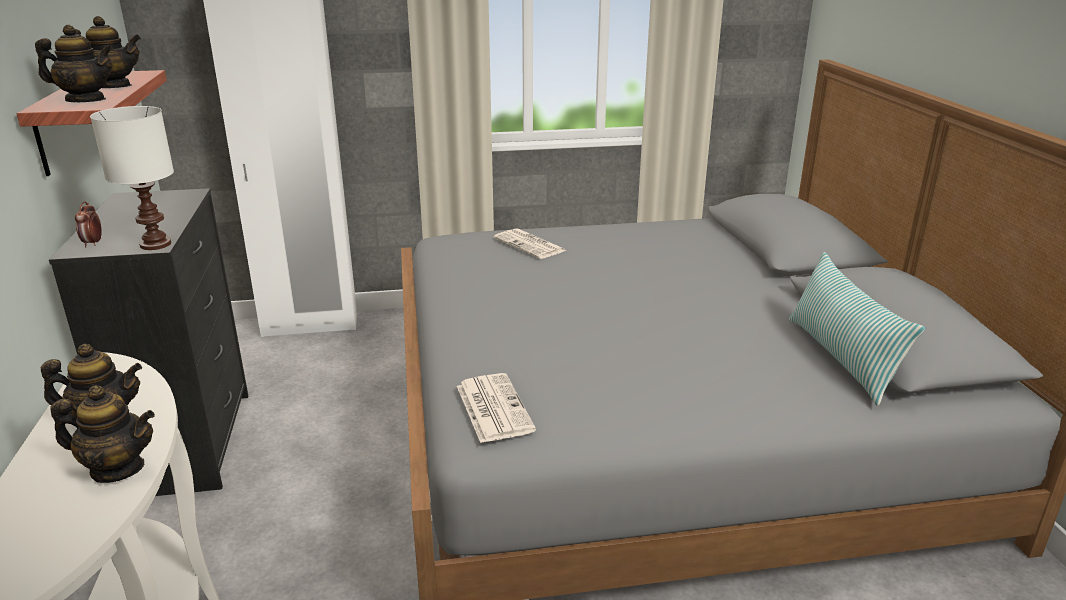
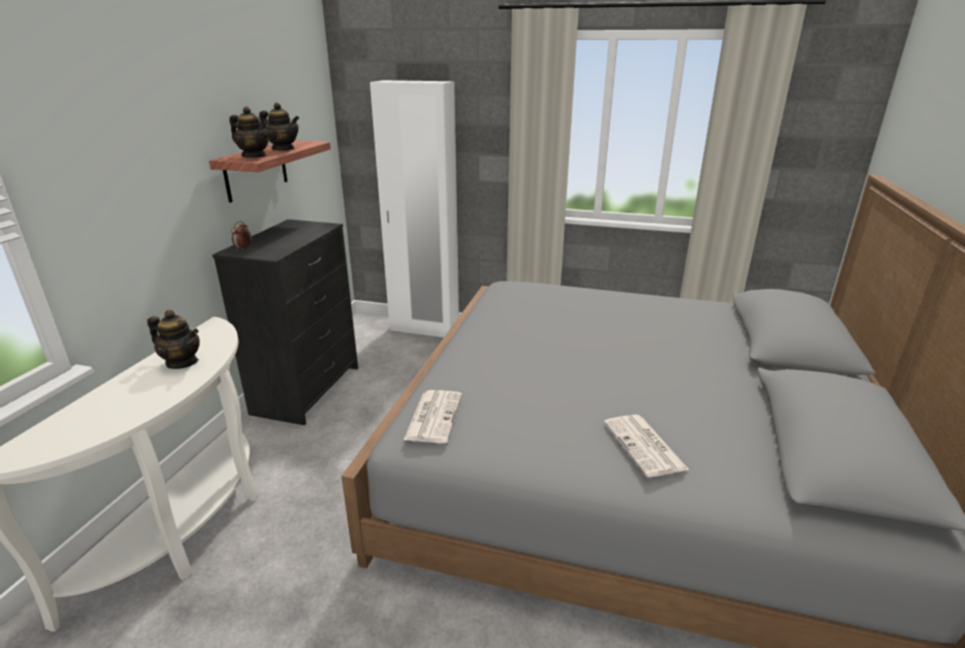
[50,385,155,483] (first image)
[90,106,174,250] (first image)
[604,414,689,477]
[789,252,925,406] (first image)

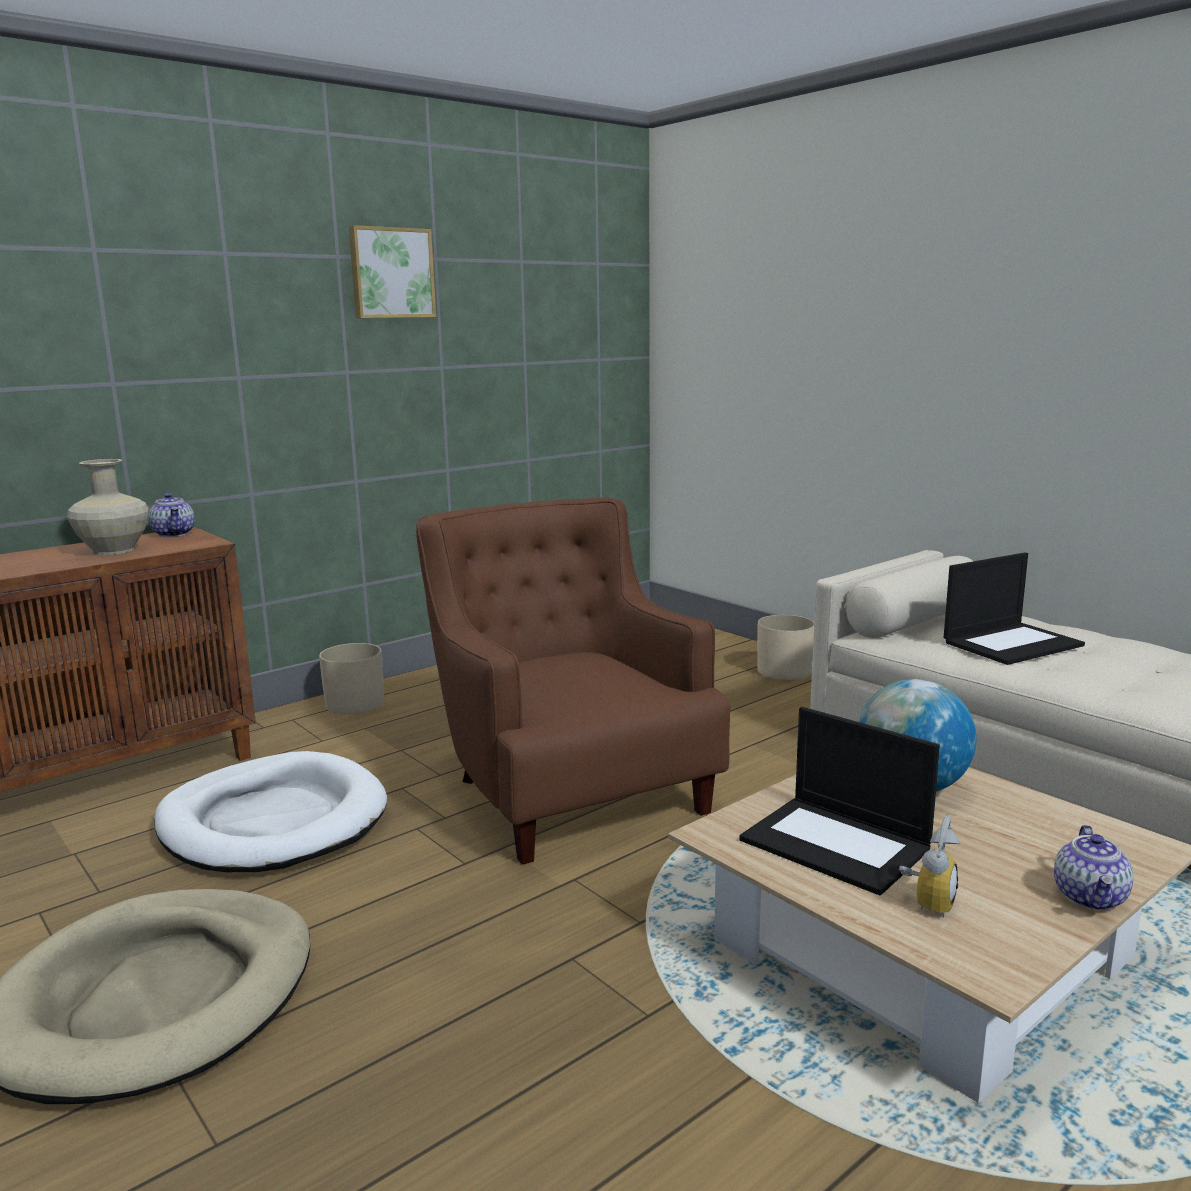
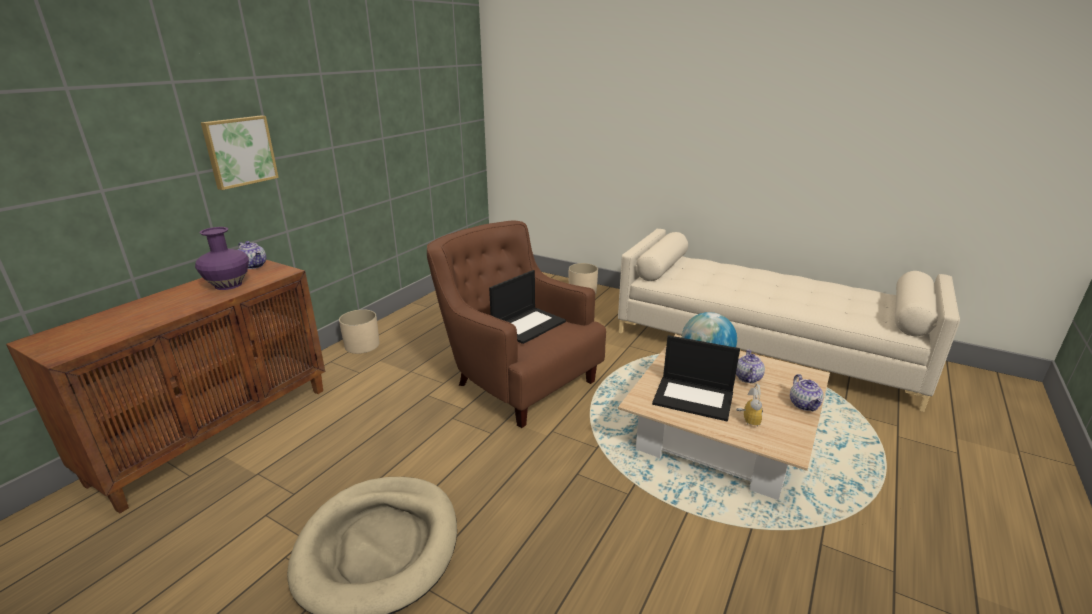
[195,227,249,290]
[154,751,387,872] (first image)
[201,115,279,190]
[489,270,566,344]
[736,349,765,383]

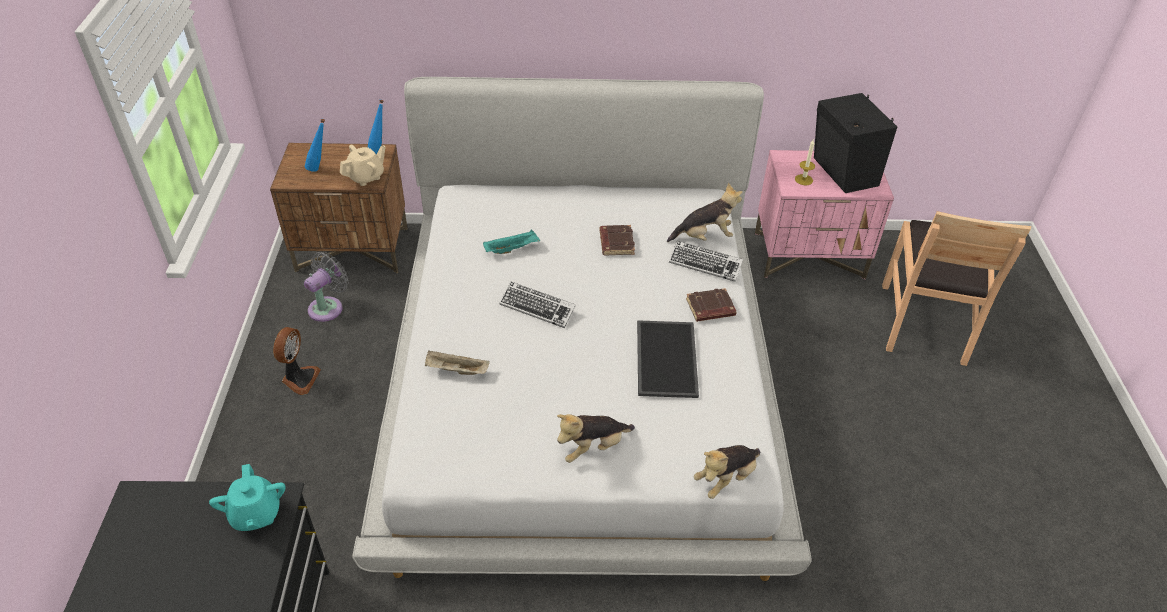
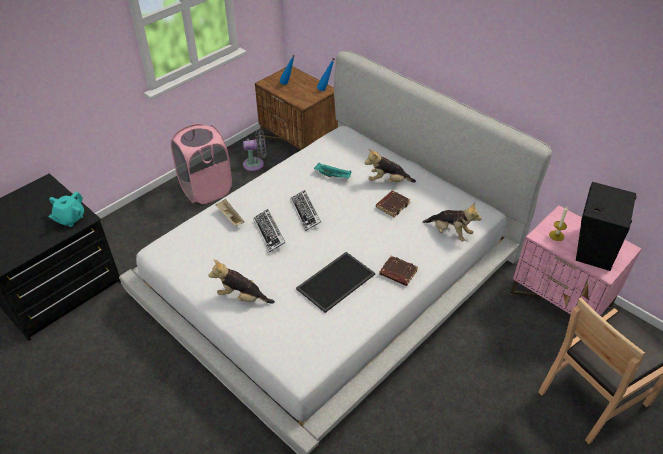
[171,124,232,204]
[340,145,386,186] (first image)
[253,209,286,253]
[365,149,416,182]

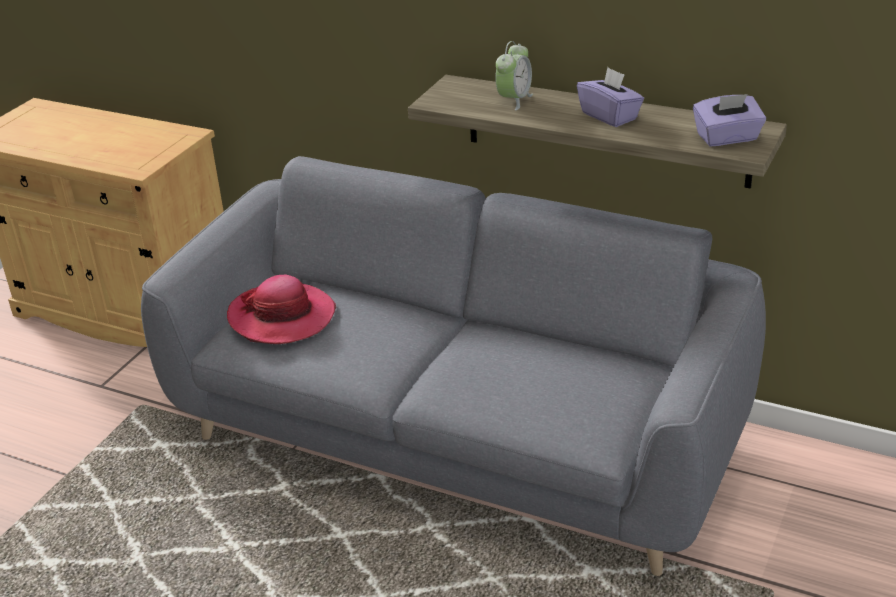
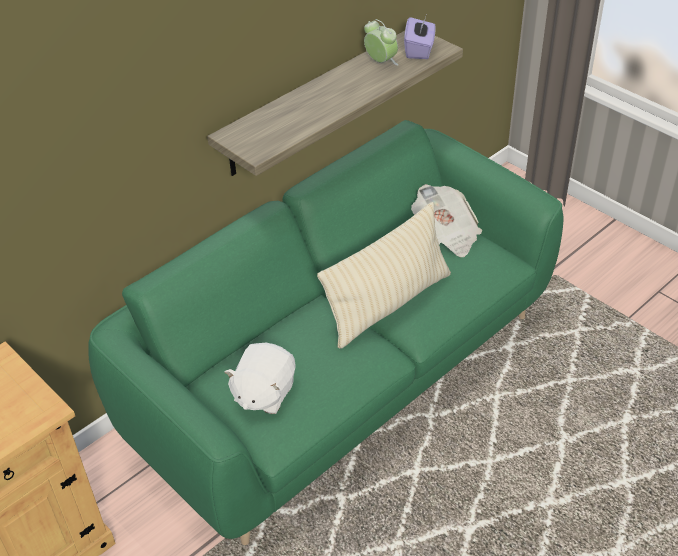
[88,120,564,545]
[225,343,296,414]
[364,19,398,66]
[577,67,644,127] (first image)
[317,202,451,349]
[411,184,482,257]

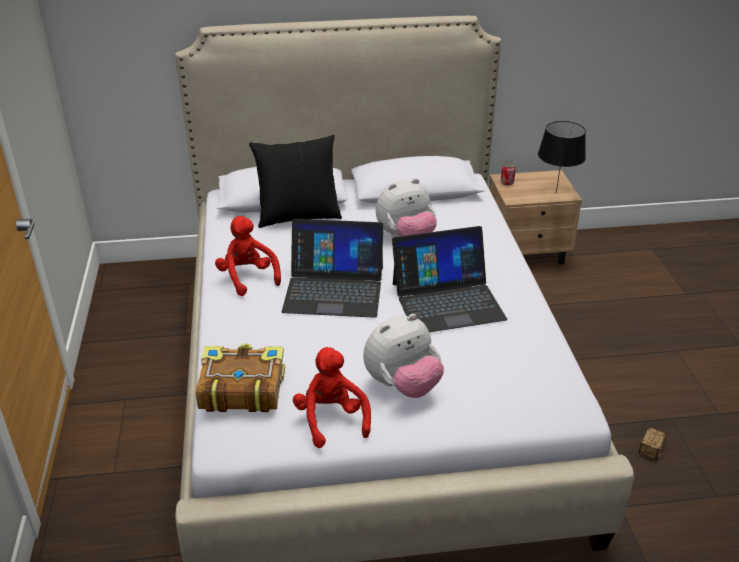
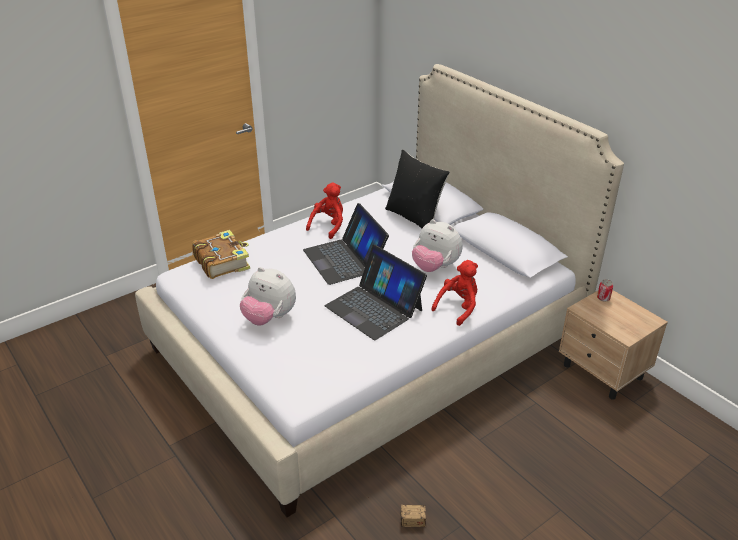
[431,260,478,326]
[538,121,586,193] (first image)

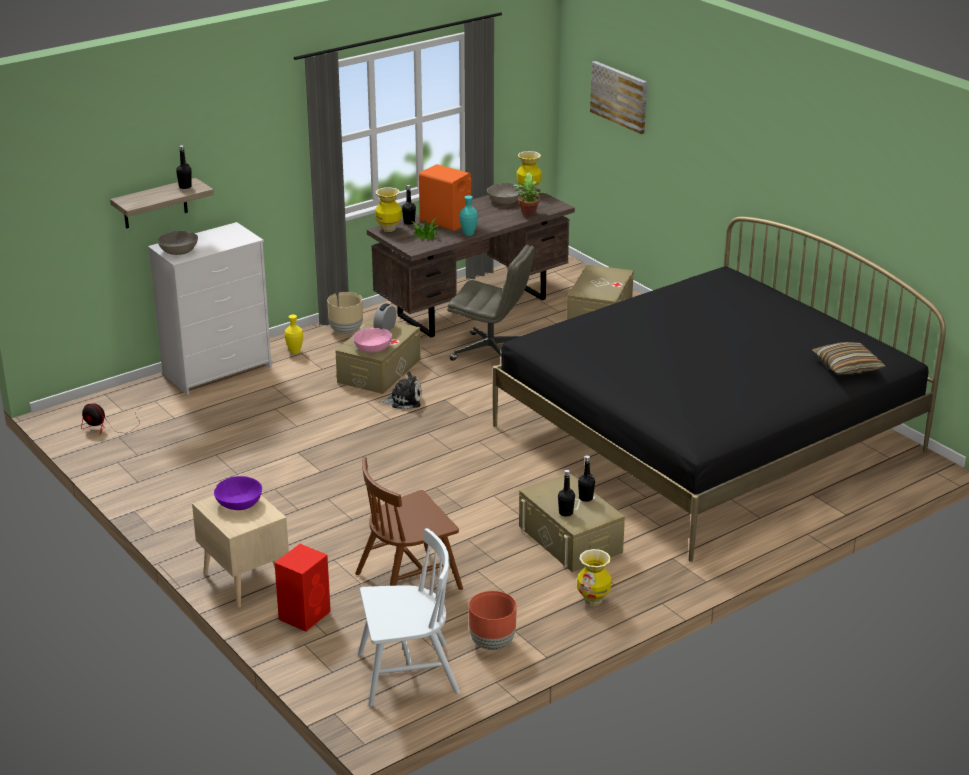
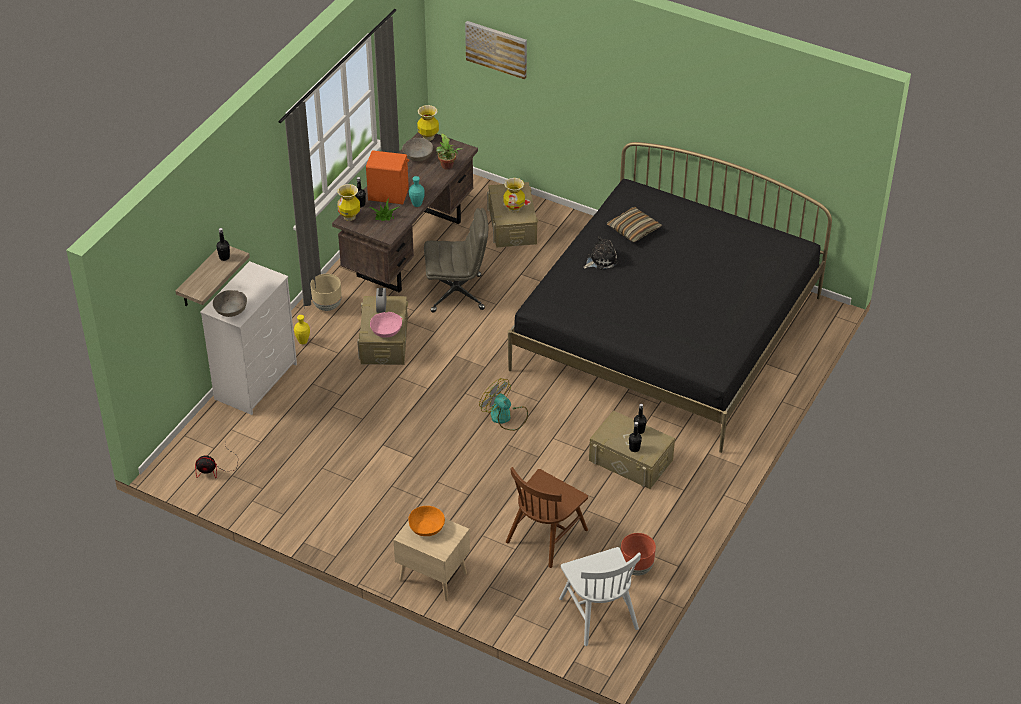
[408,506,445,536]
[275,544,331,632] (first image)
[559,547,641,646]
[583,236,618,270]
[503,178,525,213]
[607,207,662,243]
[479,378,528,431]

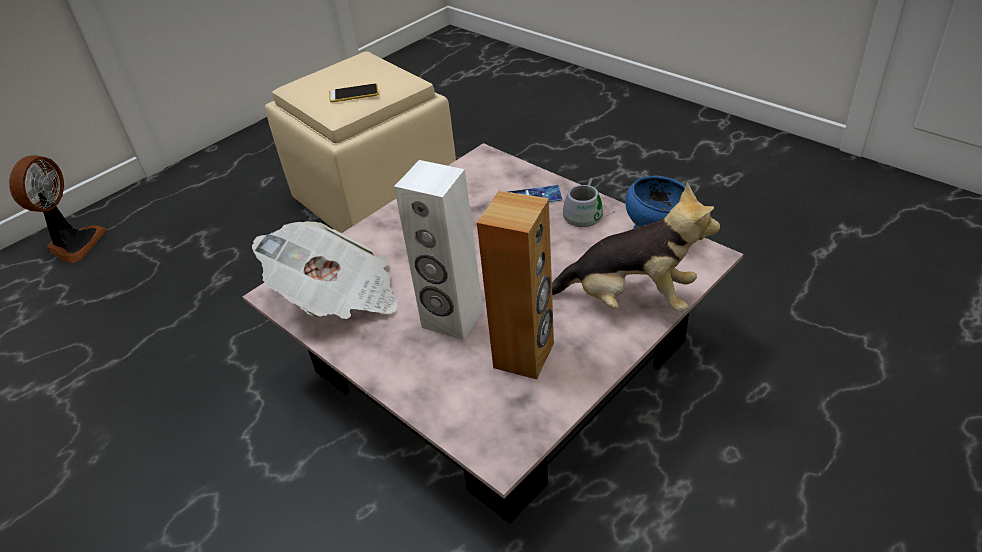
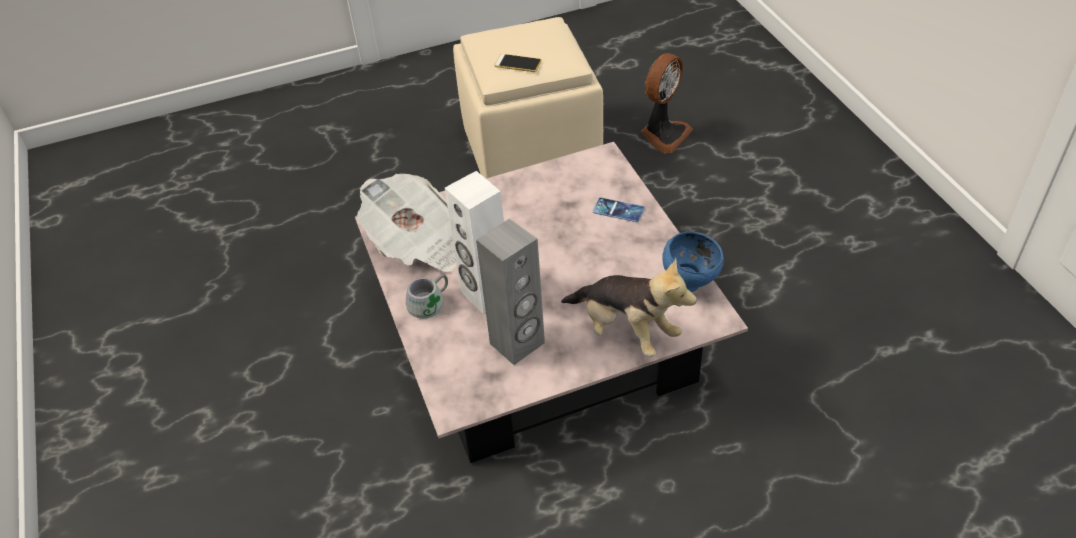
[641,53,694,153]
[476,219,545,365]
[406,274,454,319]

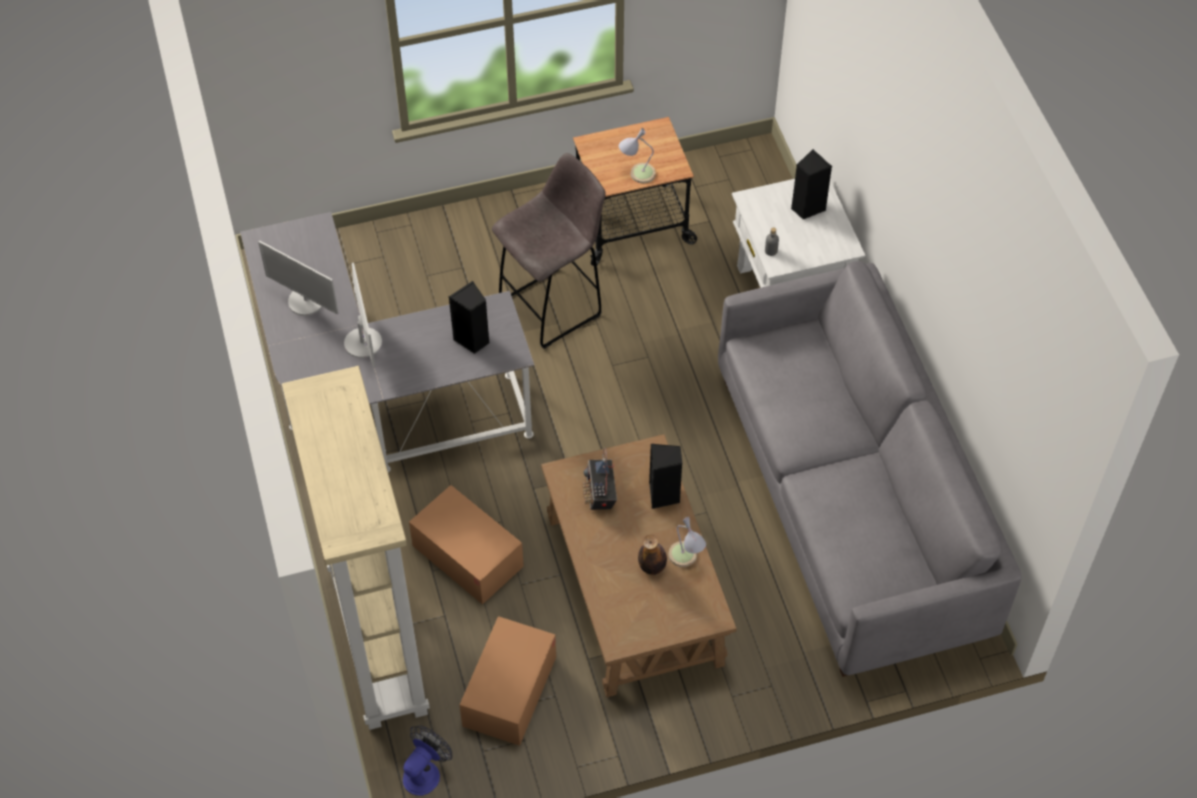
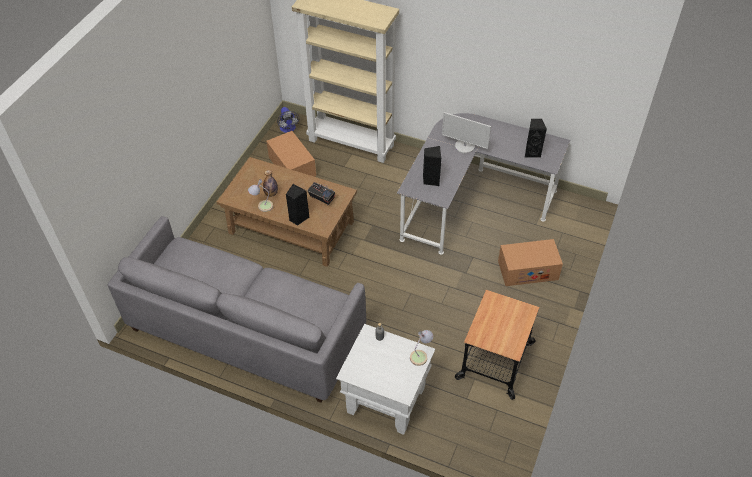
[258,240,338,316] (first image)
[498,239,563,286]
[492,153,606,349] (first image)
[410,330,433,366]
[525,119,547,158]

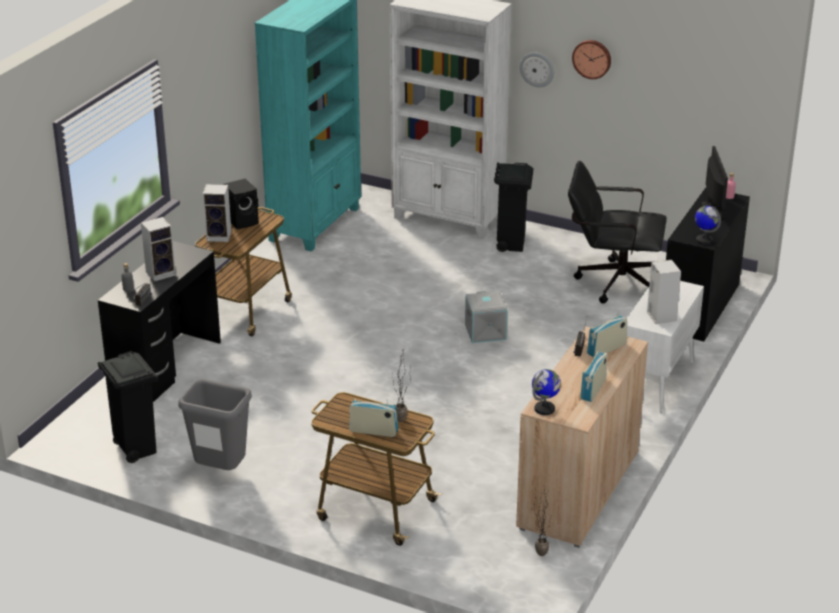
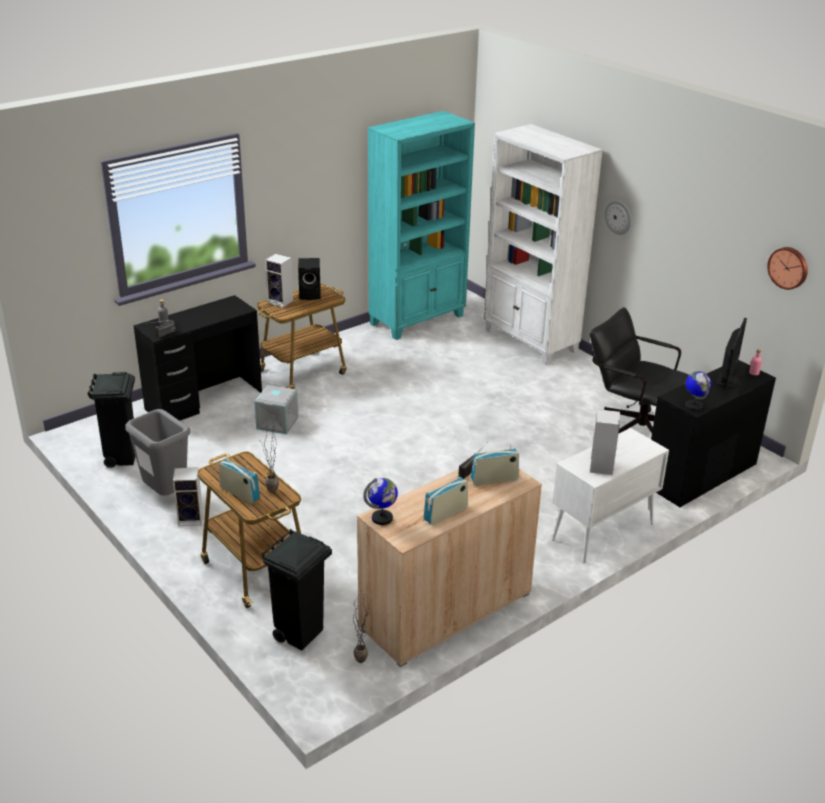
[173,467,203,526]
[254,385,299,434]
[261,529,332,650]
[767,247,808,290]

